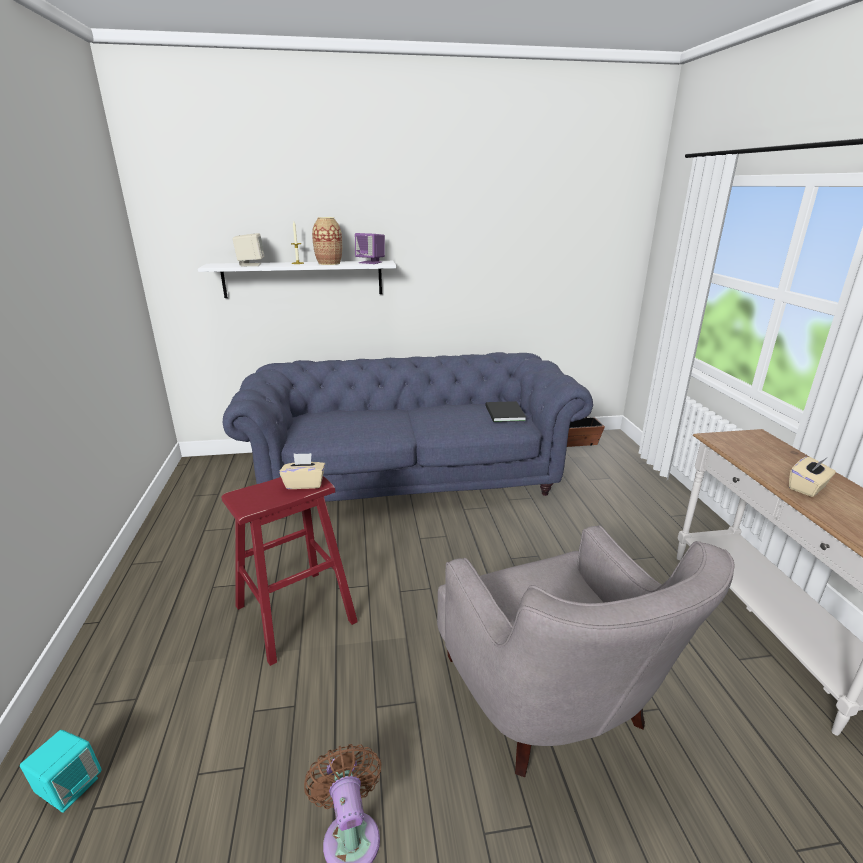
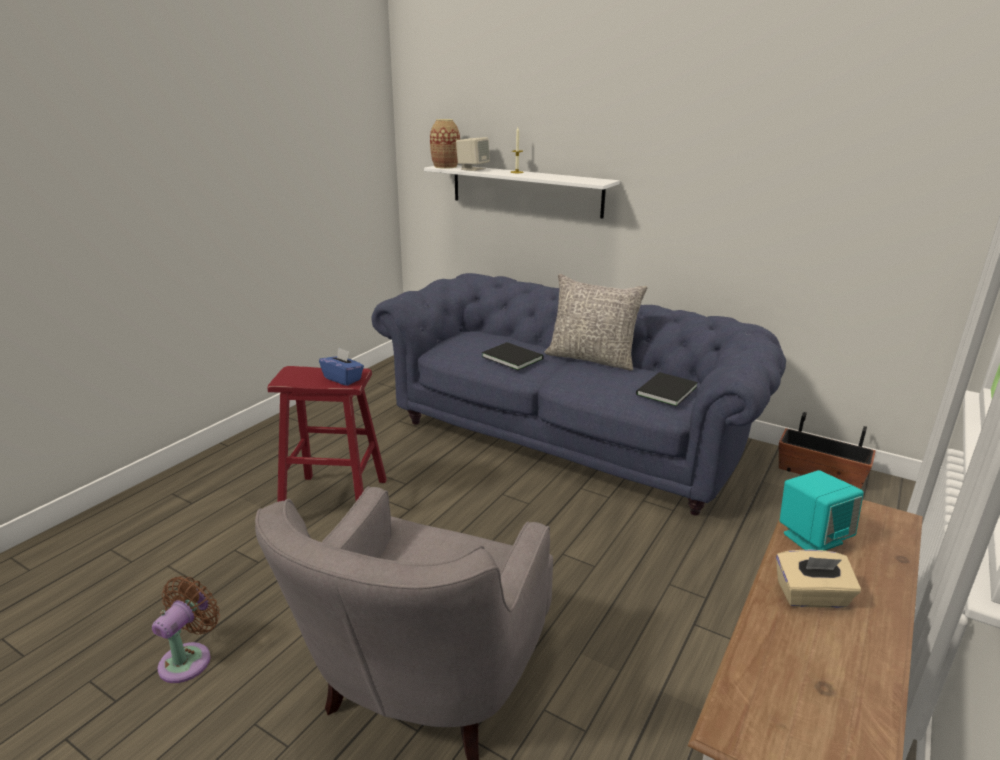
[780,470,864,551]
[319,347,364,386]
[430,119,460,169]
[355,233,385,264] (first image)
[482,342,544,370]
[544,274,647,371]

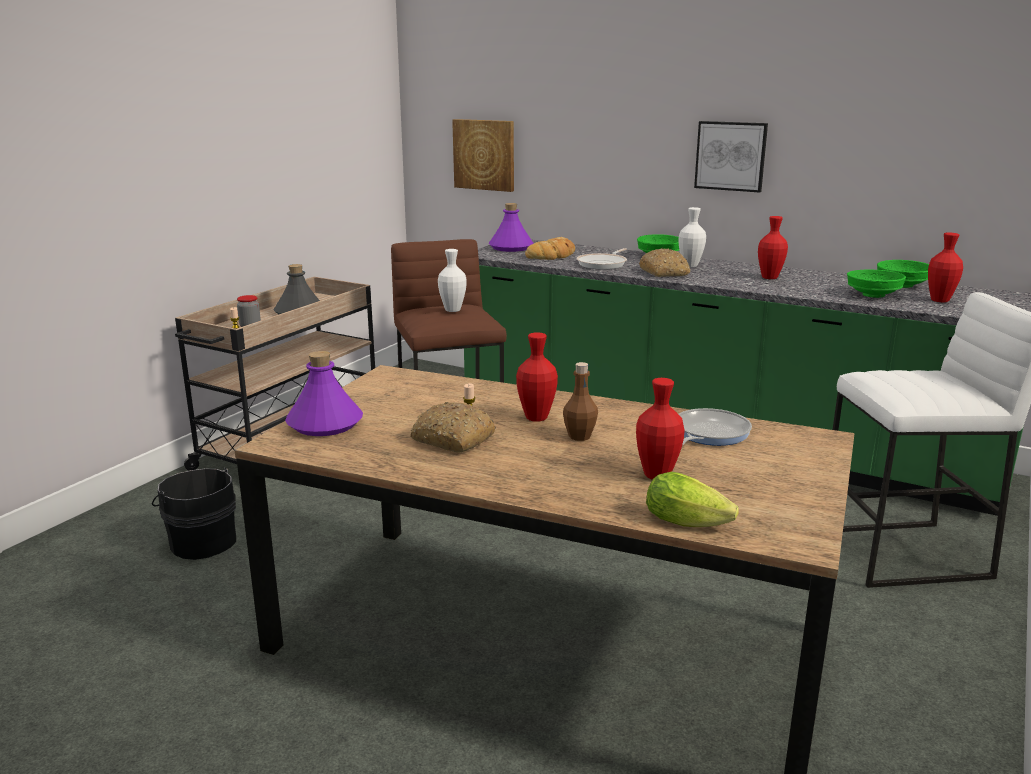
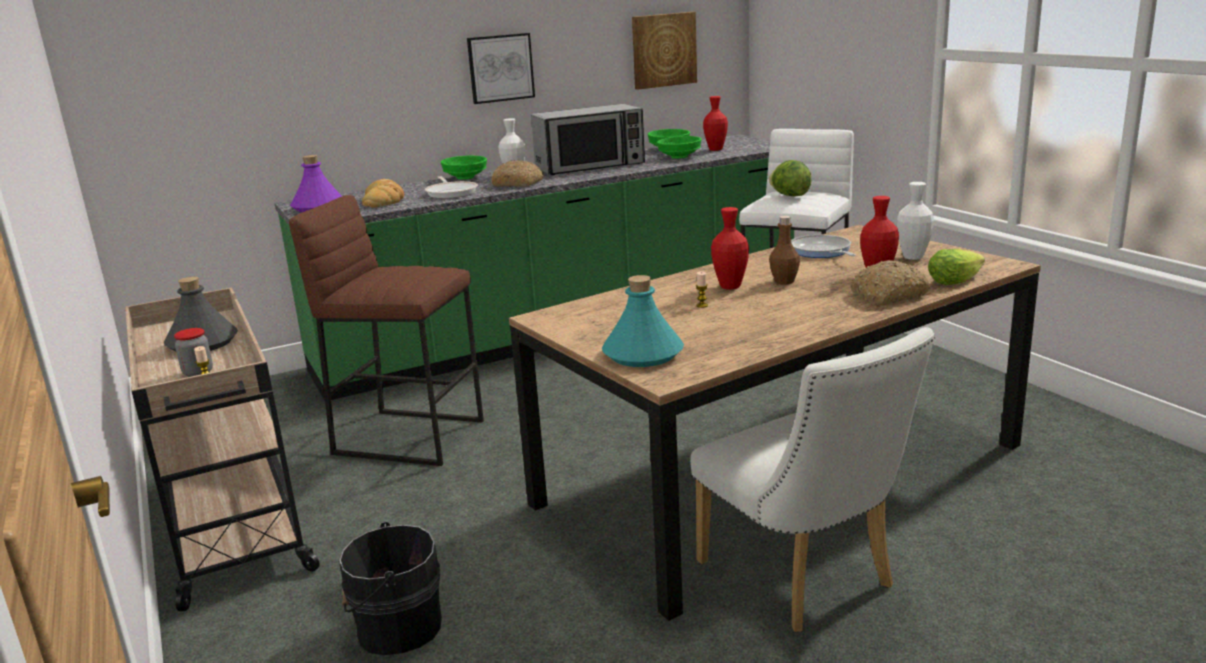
[602,275,684,367]
[850,260,930,305]
[897,182,934,260]
[632,12,697,90]
[531,104,645,175]
[690,327,935,632]
[769,160,812,196]

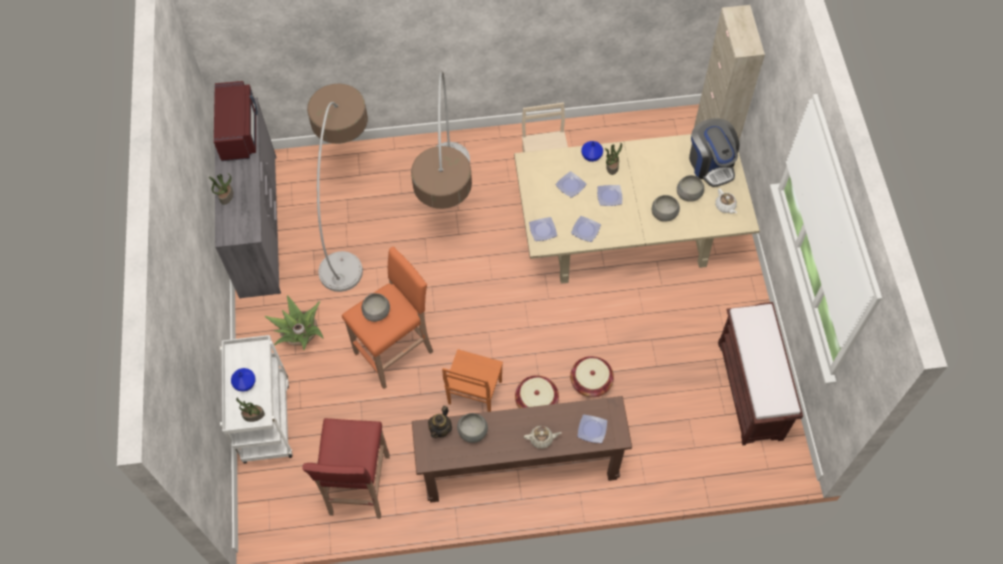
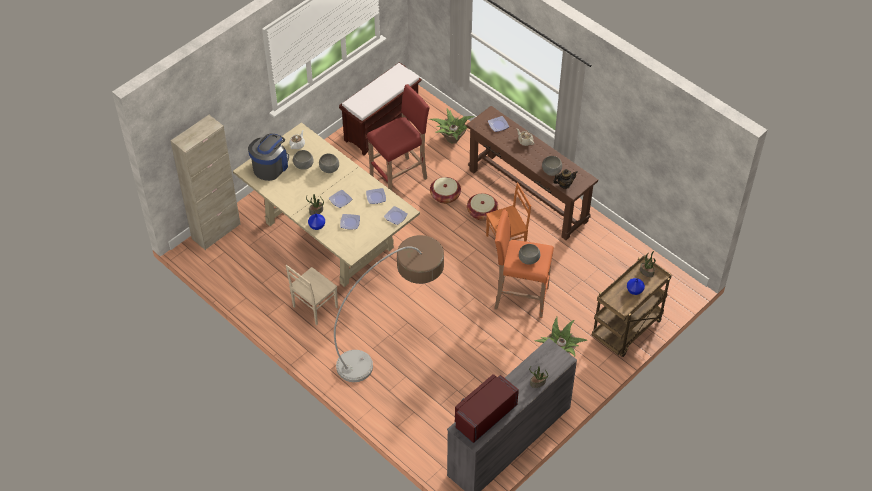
[592,255,672,357]
[367,84,430,191]
[307,84,368,292] (first image)
[429,108,475,143]

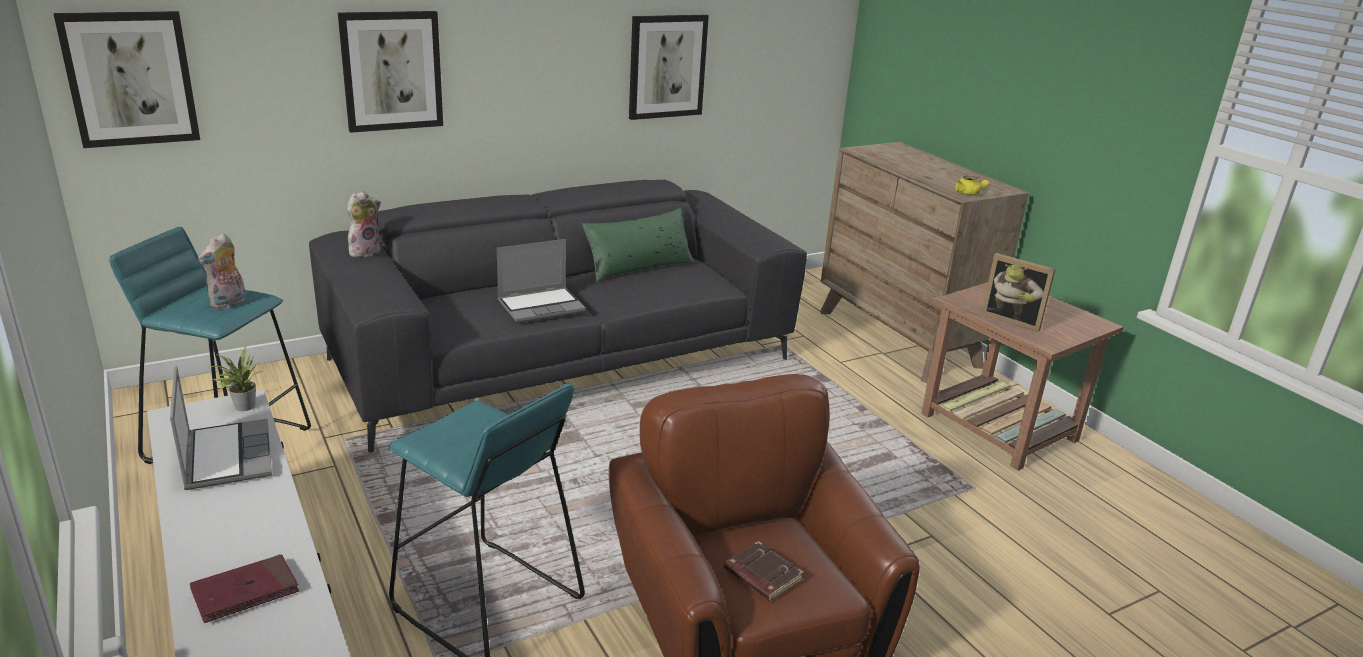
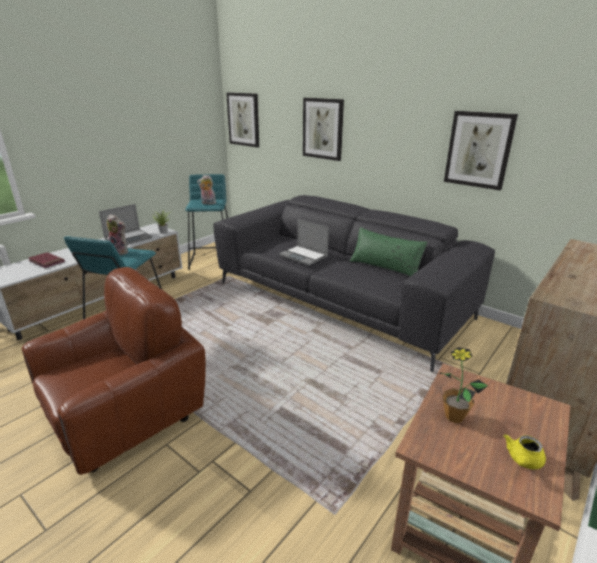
[107,214,128,255]
[724,541,804,601] (first image)
[504,434,546,469]
[439,347,488,423]

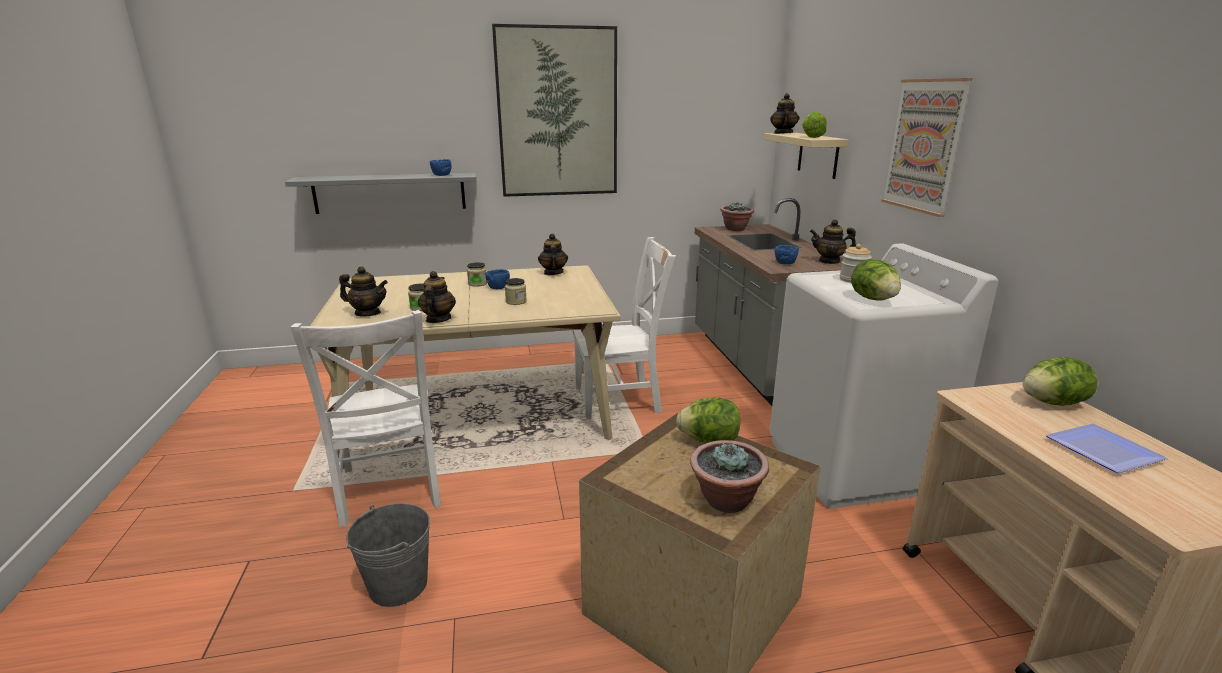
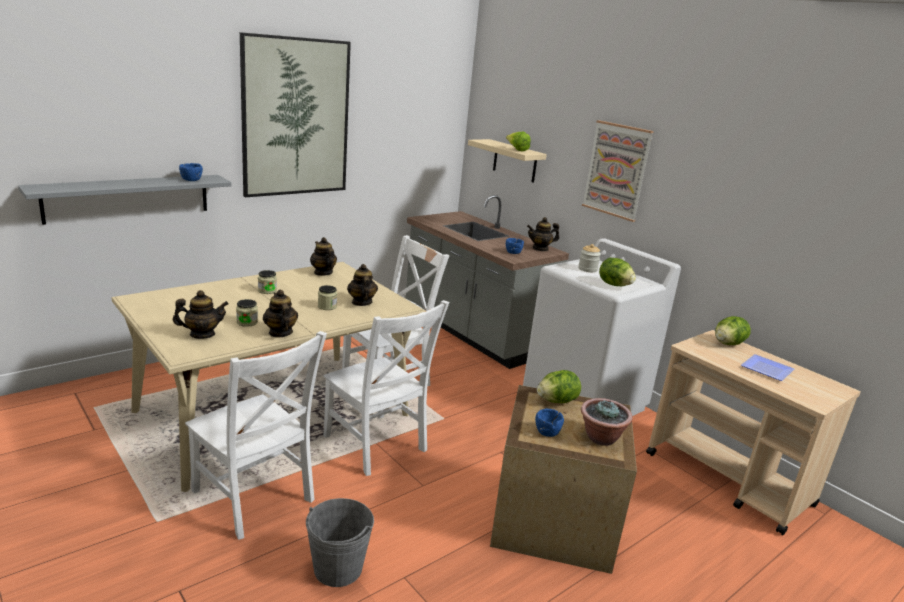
[535,408,564,437]
[720,202,754,231] (first image)
[347,264,378,306]
[323,300,449,476]

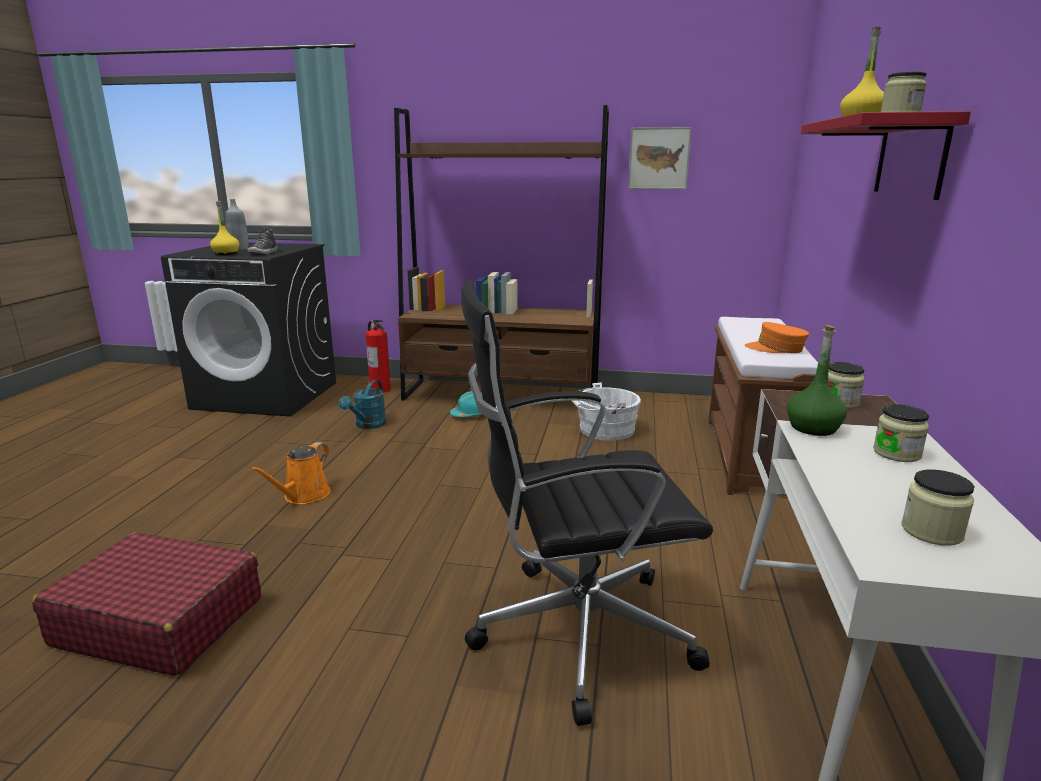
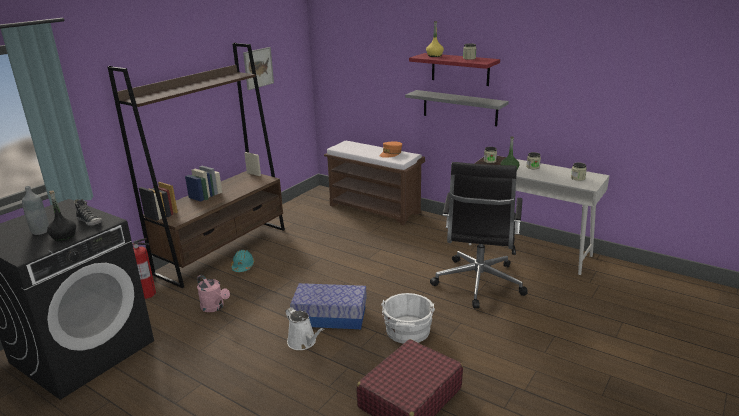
[47,191,76,241]
[286,307,324,350]
[197,275,230,312]
[381,293,435,344]
[290,283,367,329]
[405,90,509,126]

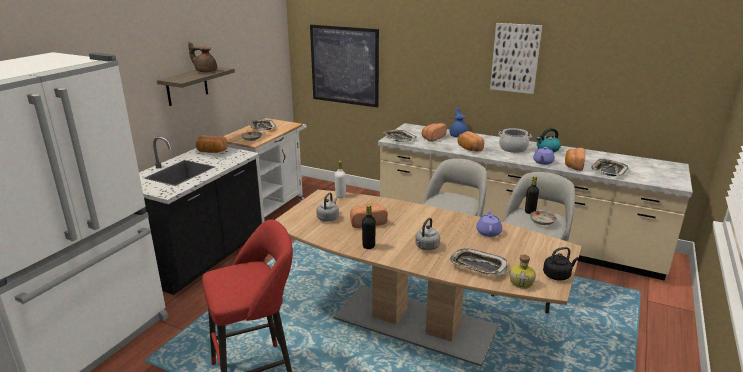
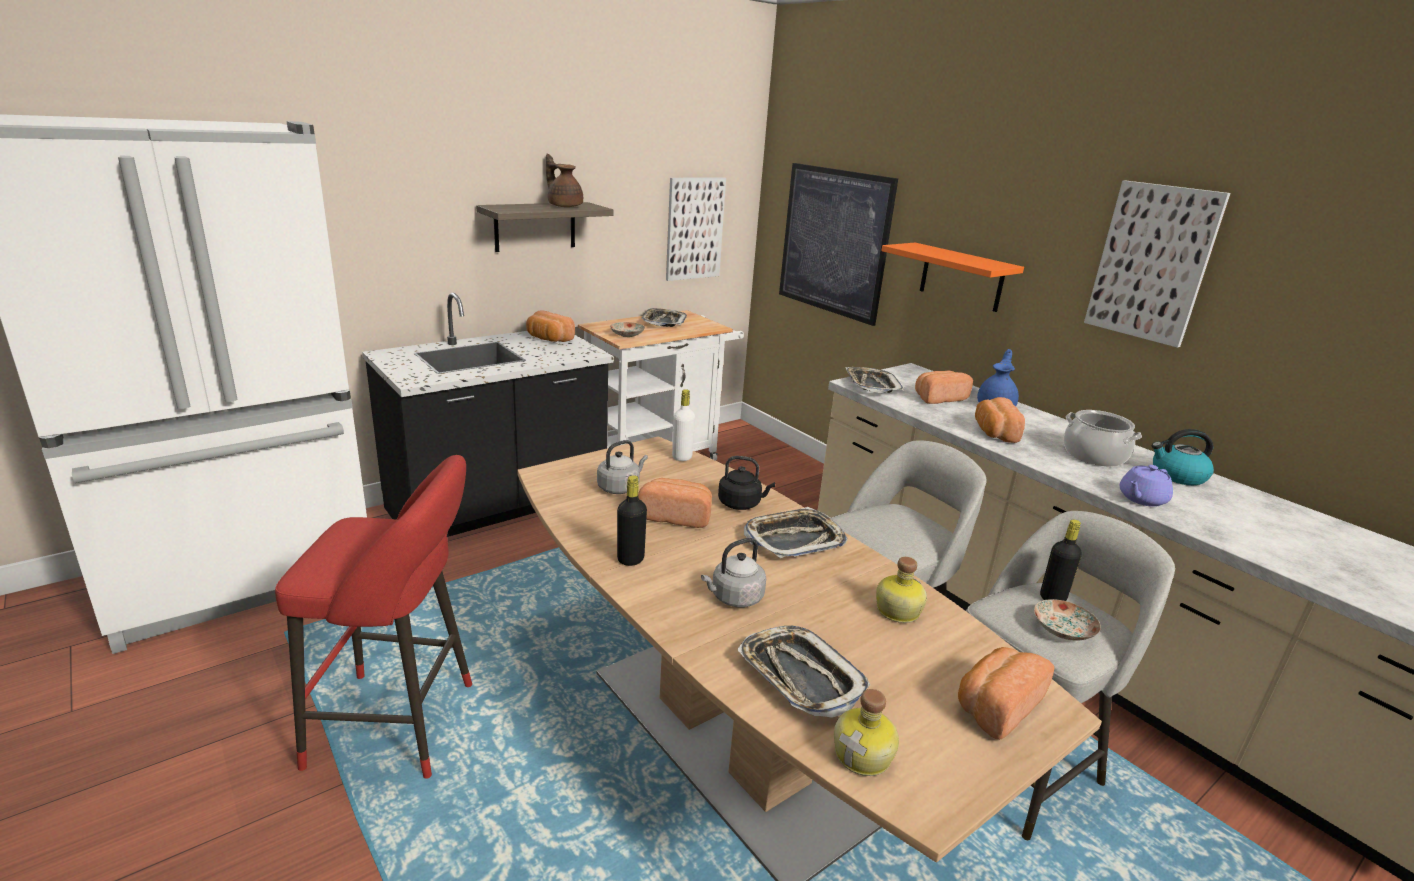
[876,557,927,623]
[718,456,775,510]
[958,647,1054,740]
[744,507,848,558]
[666,177,726,281]
[881,243,1024,312]

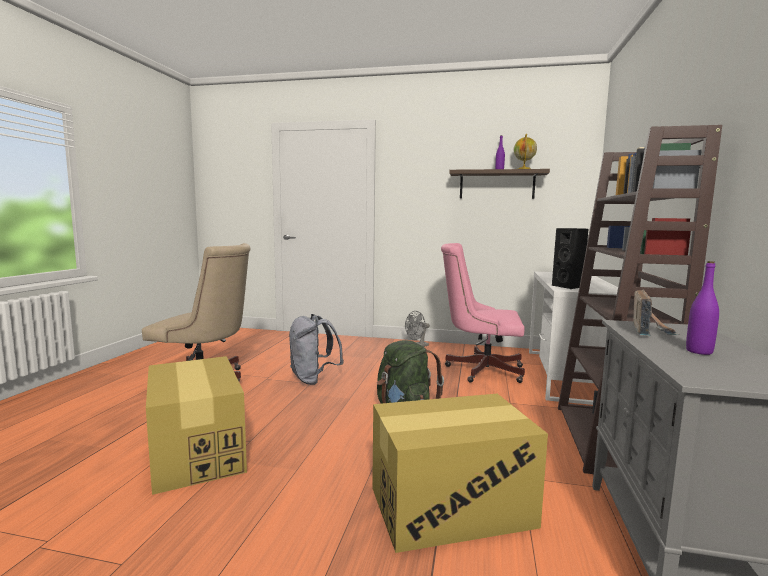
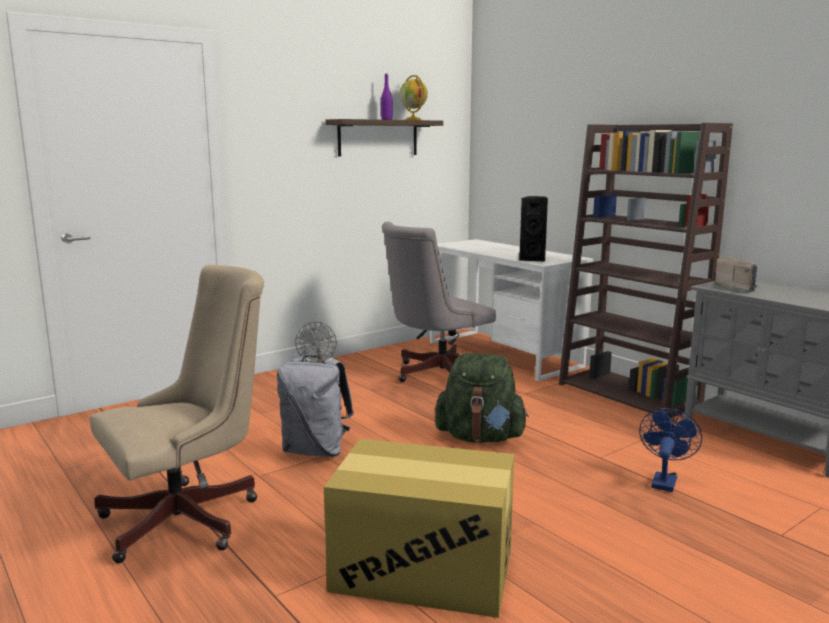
[639,408,702,492]
[382,222,496,382]
[686,261,719,355] (first image)

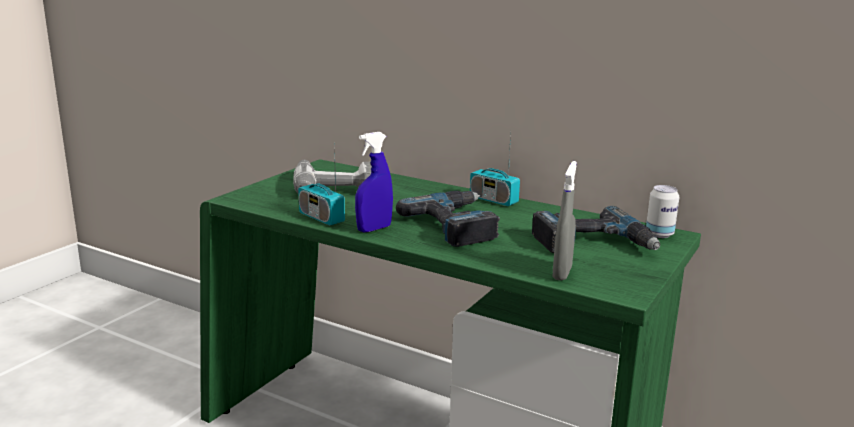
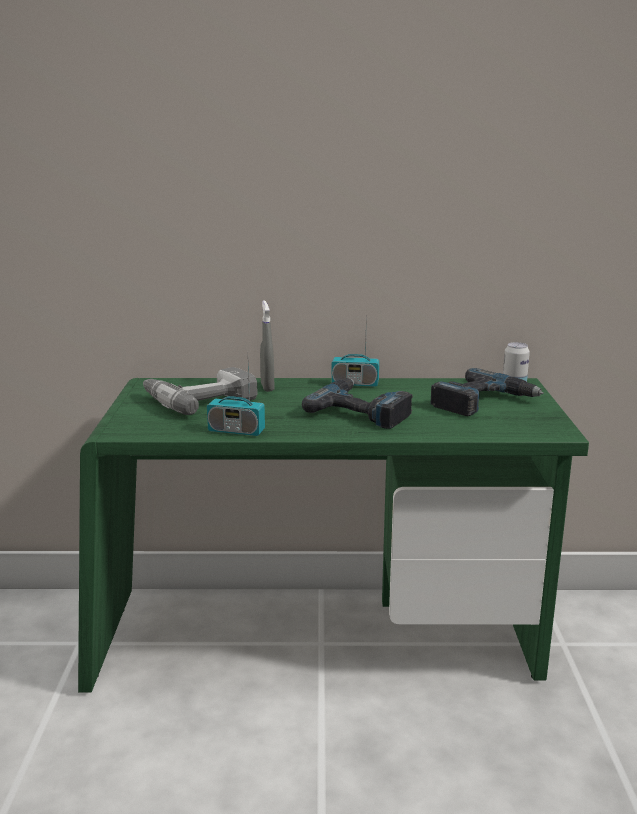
[355,132,393,233] (first image)
[260,300,275,392]

